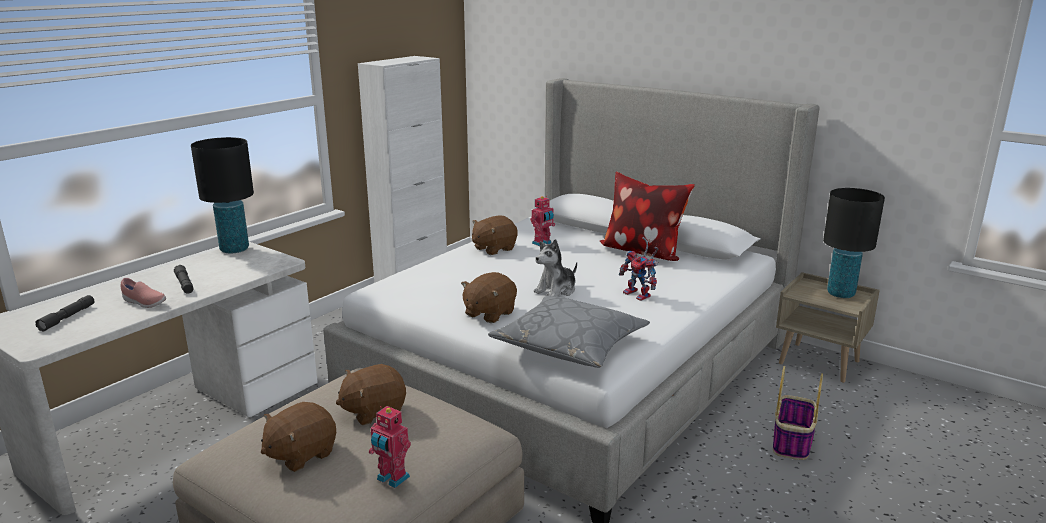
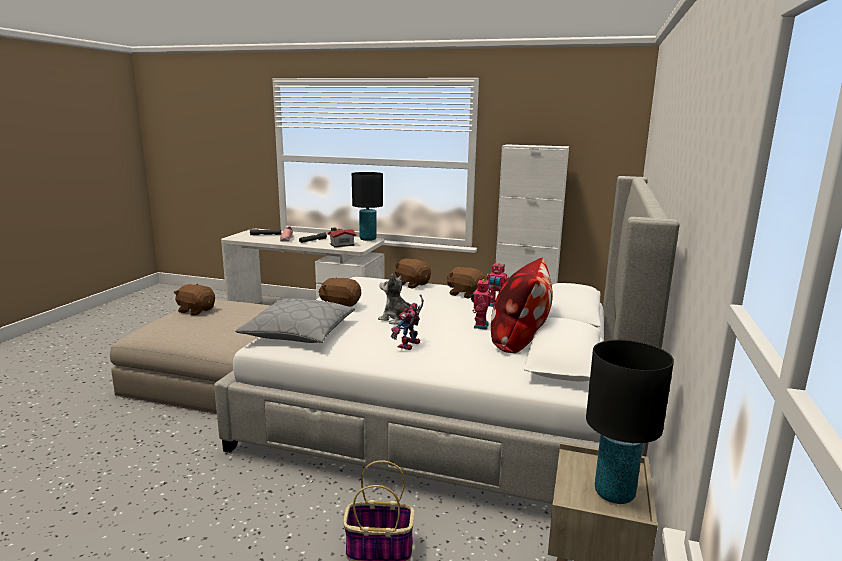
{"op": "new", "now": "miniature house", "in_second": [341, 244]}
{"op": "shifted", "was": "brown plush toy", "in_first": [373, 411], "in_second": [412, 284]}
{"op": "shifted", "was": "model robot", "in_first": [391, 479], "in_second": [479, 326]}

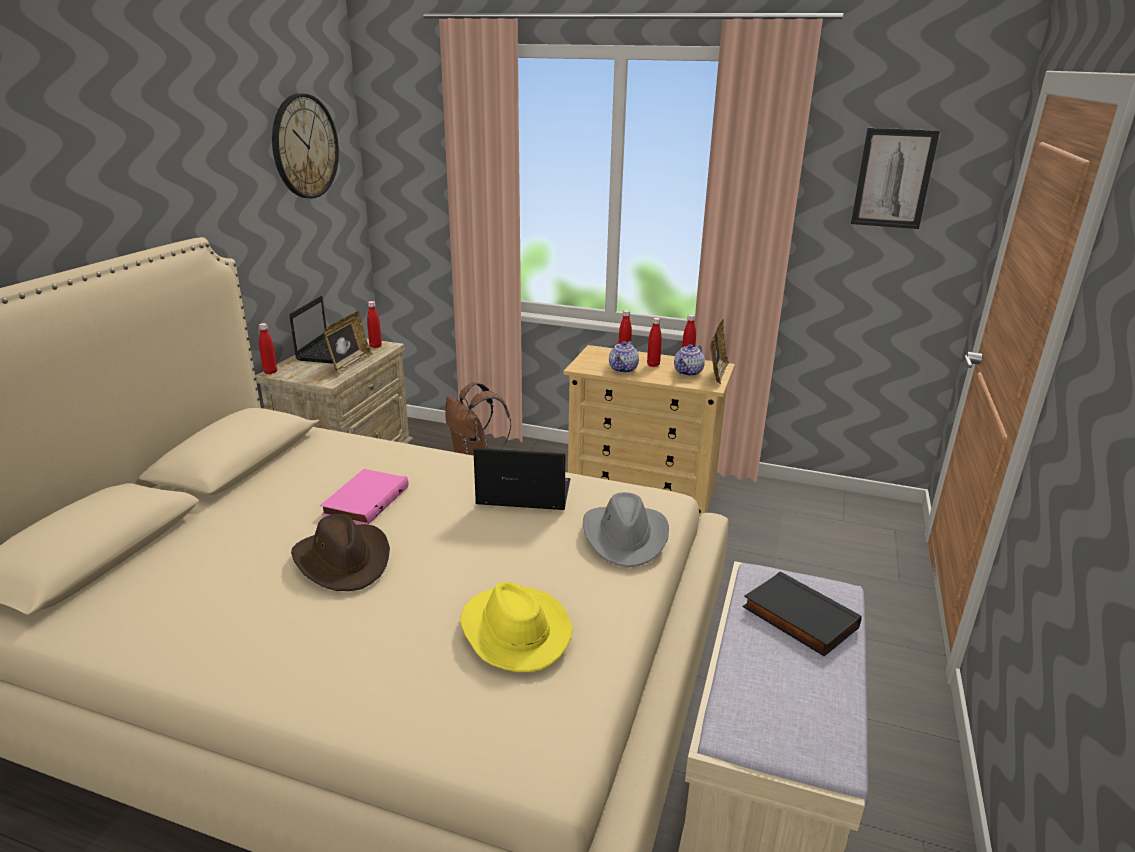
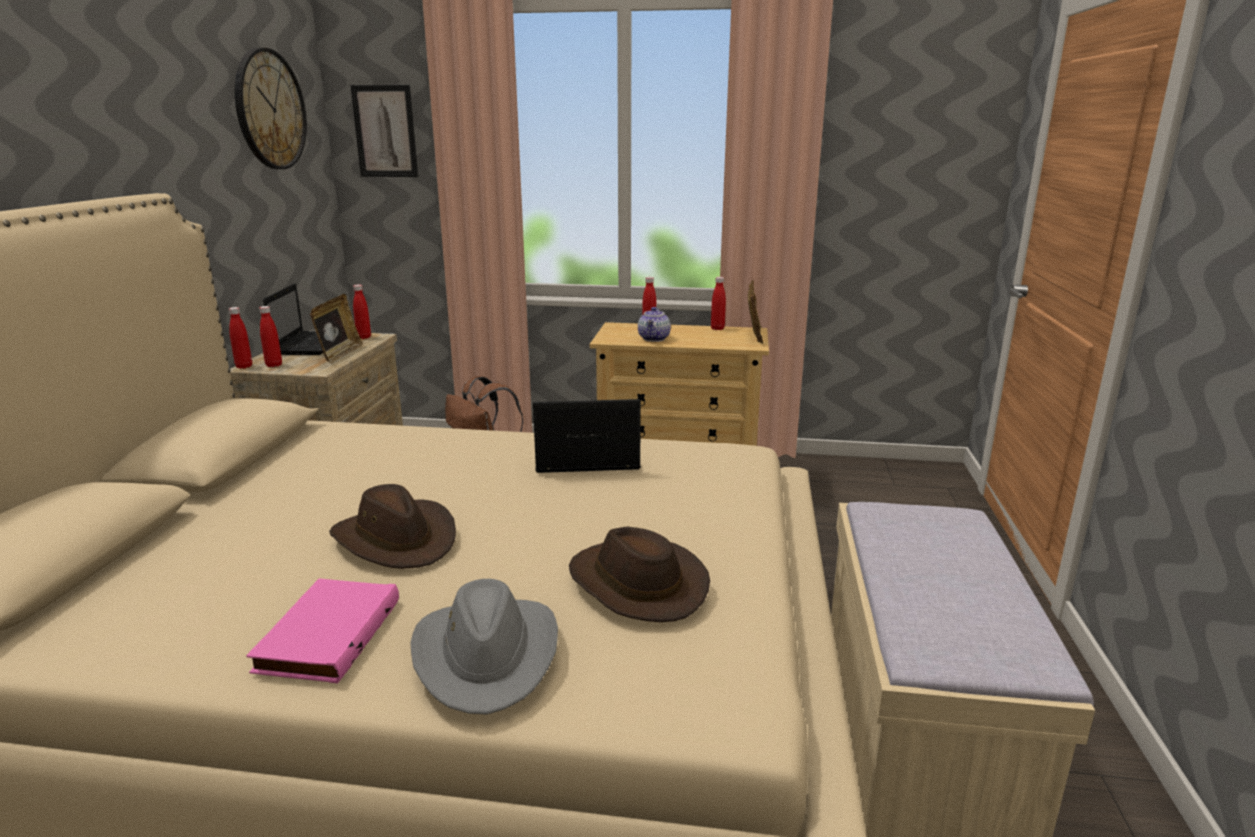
{"op": "shifted", "was": "pink-coloured book", "in_first": [364, 500], "in_second": [326, 634]}
{"op": "shifted", "was": "reddish bottle", "in_first": [653, 365], "in_second": [274, 365]}
{"op": "shifted", "was": "picture", "in_first": [893, 178], "in_second": [385, 131]}
{"op": "shifted", "was": "greyish clothing hat", "in_first": [625, 537], "in_second": [487, 655]}
{"op": "repainted", "was": "yellowish clothing hat", "now": "brown clothing hat", "in_first": [513, 631], "in_second": [635, 584]}
{"op": "gone", "was": "teapot", "in_first": [688, 373]}
{"op": "gone", "was": "black-coloured book", "in_first": [797, 618]}

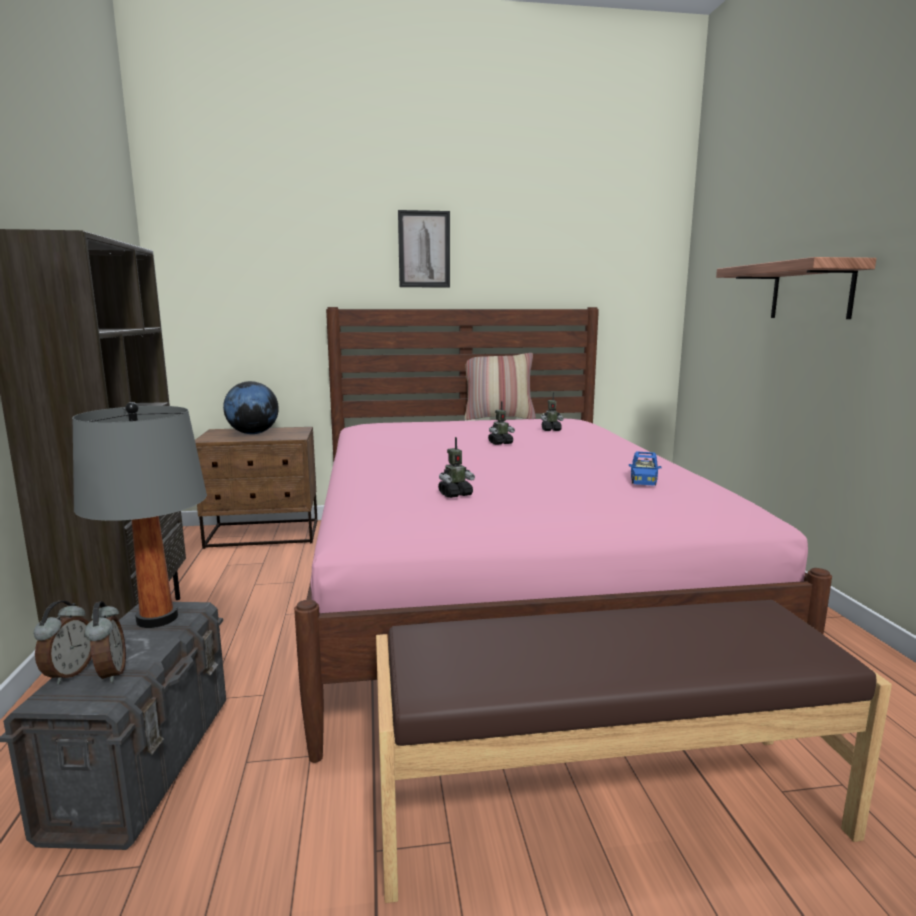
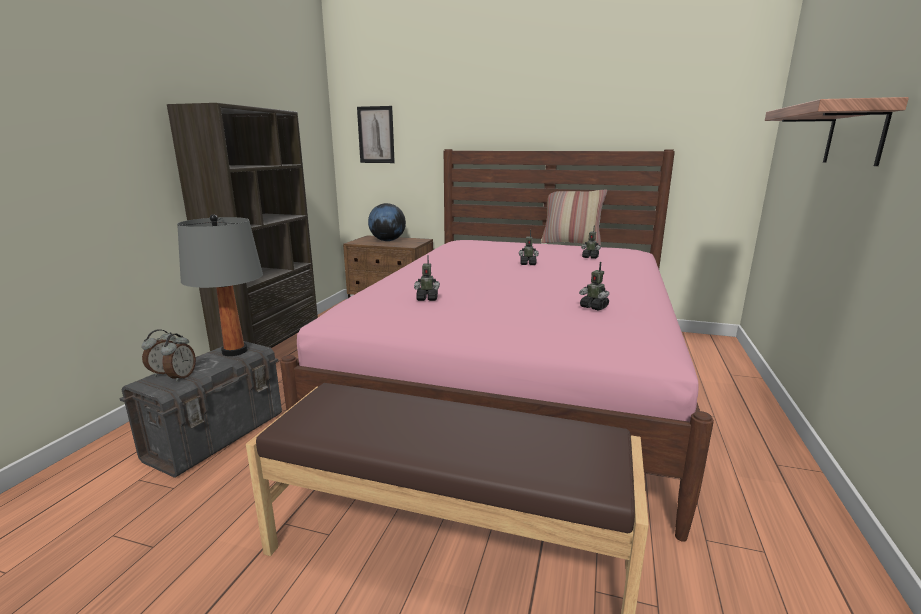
{"op": "shifted", "was": "picture", "in_first": [424, 249], "in_second": [376, 135]}
{"op": "swapped", "was": "blue-coloured toy car", "now": "model robot", "in_first": [643, 479], "in_second": [594, 307]}

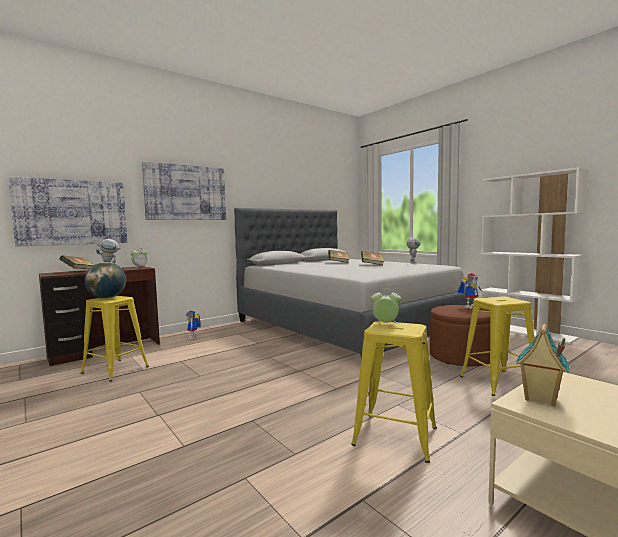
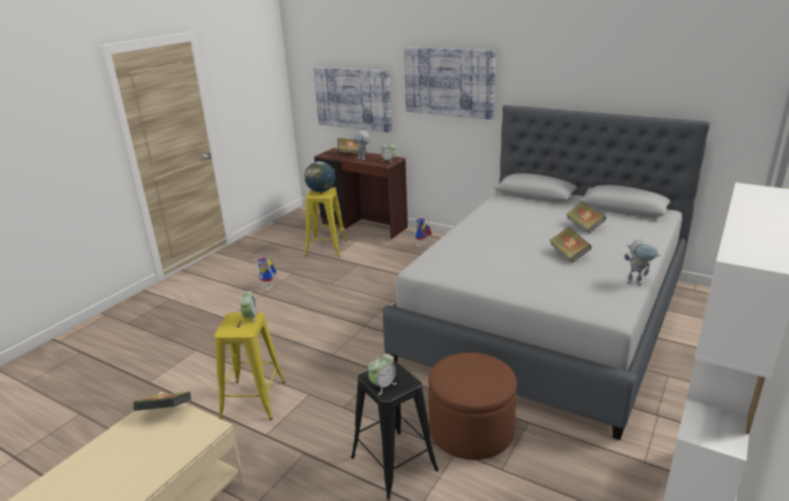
{"op": "swapped", "was": "miniature house", "now": "book", "in_first": [540, 399], "in_second": [165, 412]}
{"op": "shifted", "was": "model robot", "in_first": [470, 306], "in_second": [269, 287]}
{"op": "repainted", "was": "yellowish sitting stool", "now": "black-coloured sitting stool", "in_first": [498, 382], "in_second": [394, 463]}
{"op": "new", "now": "alarm clock", "in_second": [383, 386]}

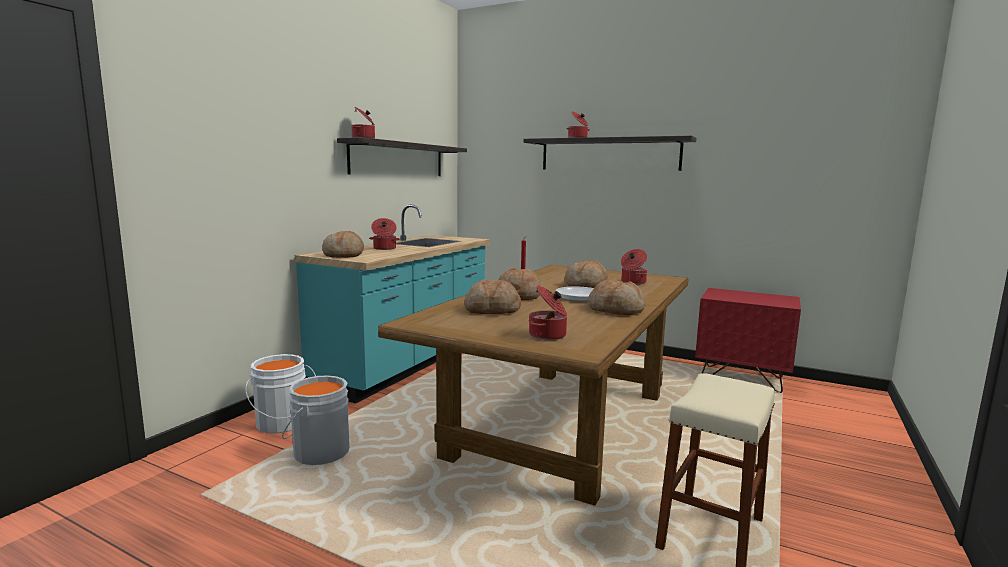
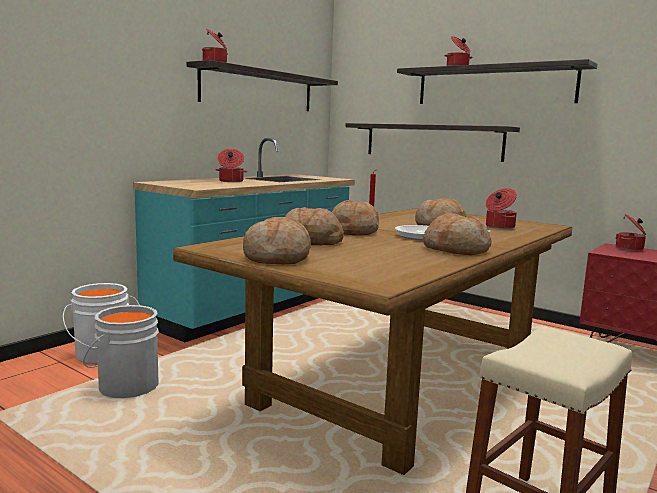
{"op": "shifted", "was": "baked bread", "in_first": [344, 255], "in_second": [278, 258]}
{"op": "new", "now": "bracket shelf", "in_second": [432, 141]}
{"op": "shifted", "was": "cooking pot", "in_first": [548, 335], "in_second": [630, 248]}

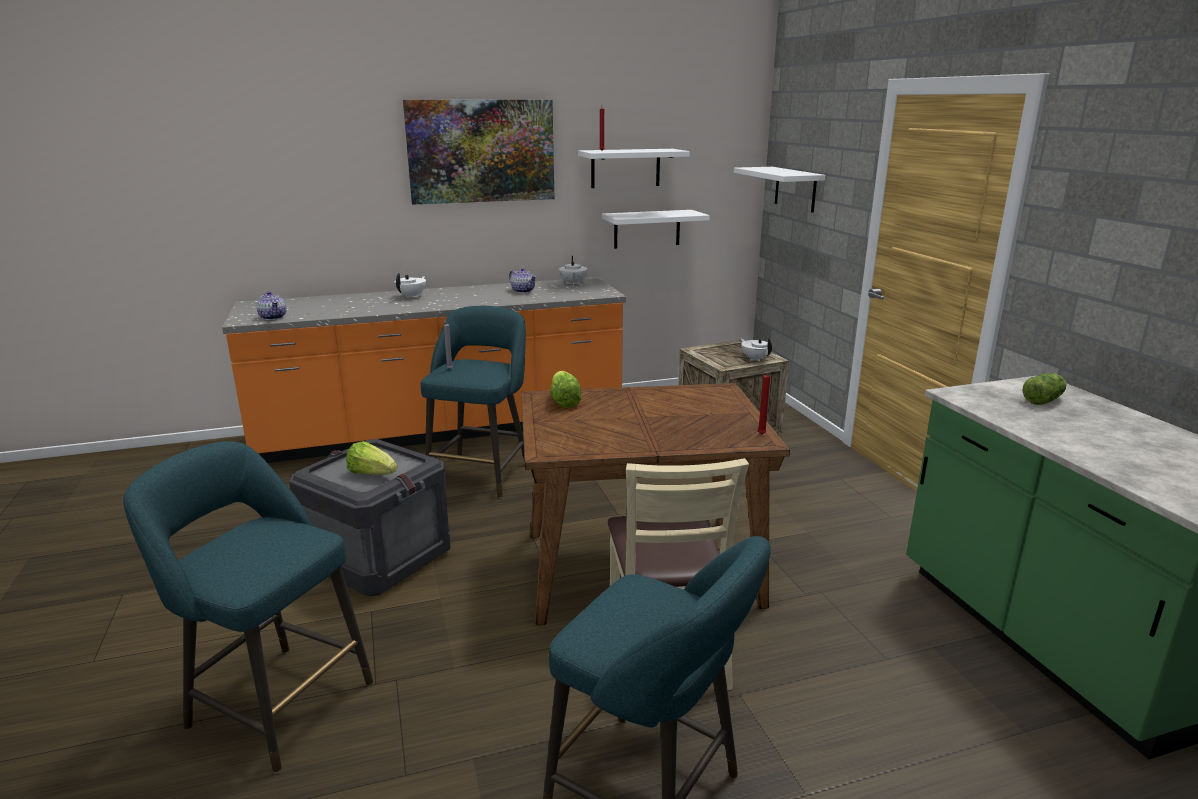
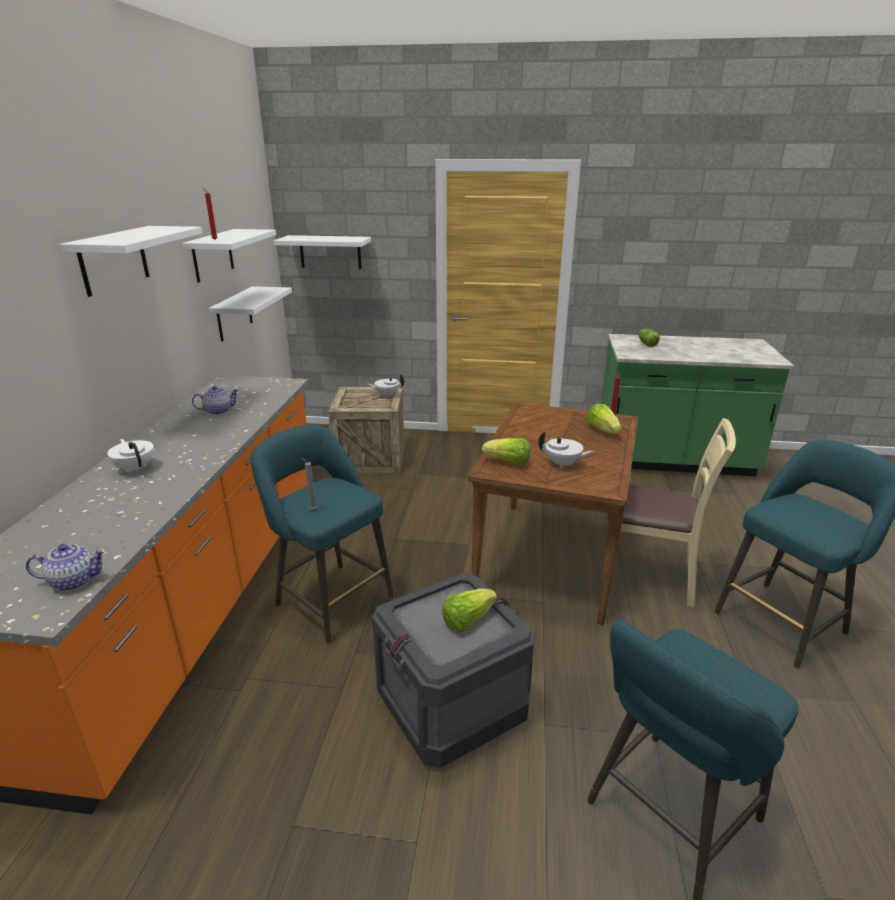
{"op": "swapped", "was": "picture", "now": "white bracket shelf", "in_first": [481, 151], "in_second": [114, 260]}
{"op": "shifted", "was": "white teapot", "in_first": [572, 283], "in_second": [563, 464]}
{"op": "new", "now": "lettuce head", "in_second": [603, 430]}

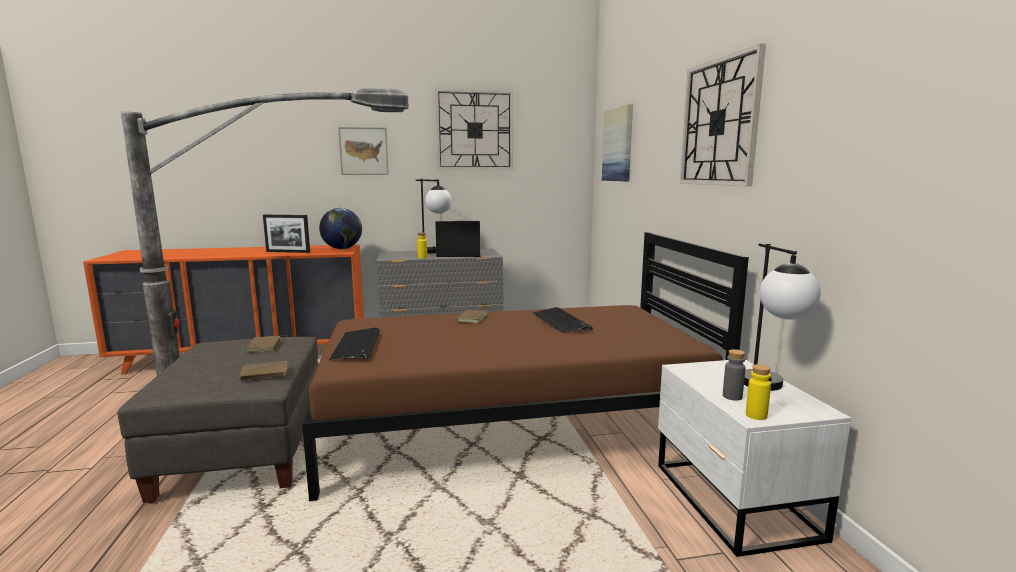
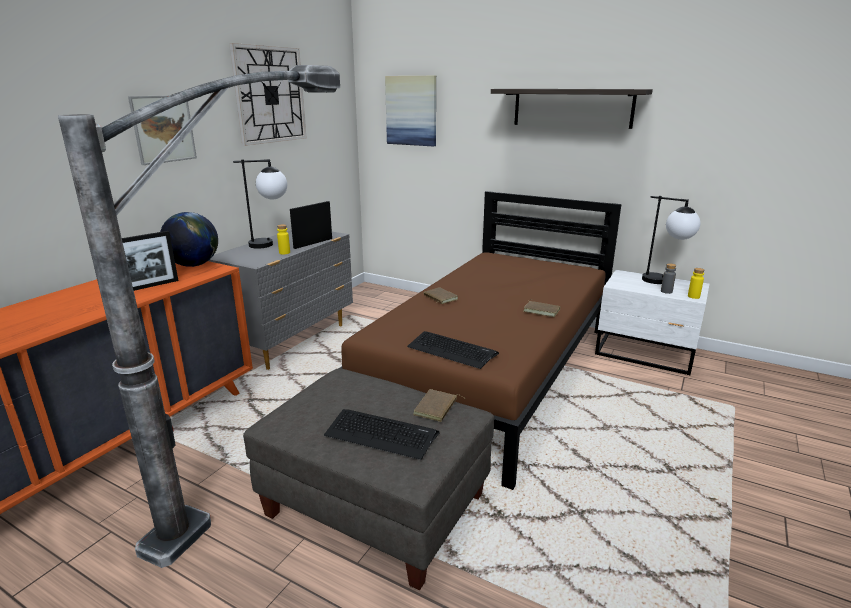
{"op": "shifted", "was": "computer keyboard", "in_first": [561, 321], "in_second": [381, 434]}
{"op": "swapped", "was": "wall clock", "now": "bracket shelf", "in_first": [719, 123], "in_second": [572, 107]}
{"op": "shifted", "was": "brown book", "in_first": [266, 346], "in_second": [542, 310]}

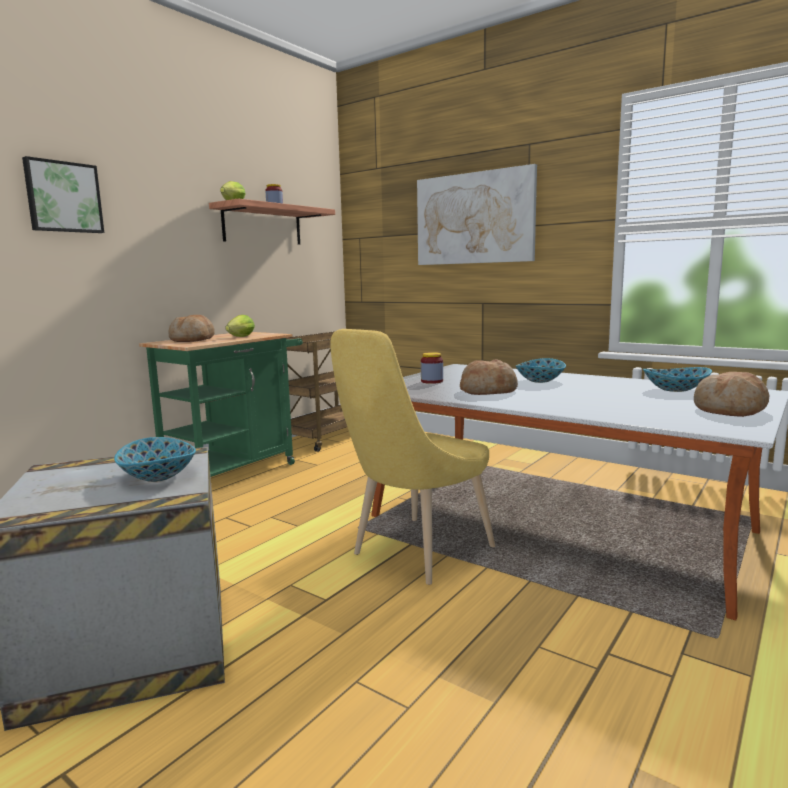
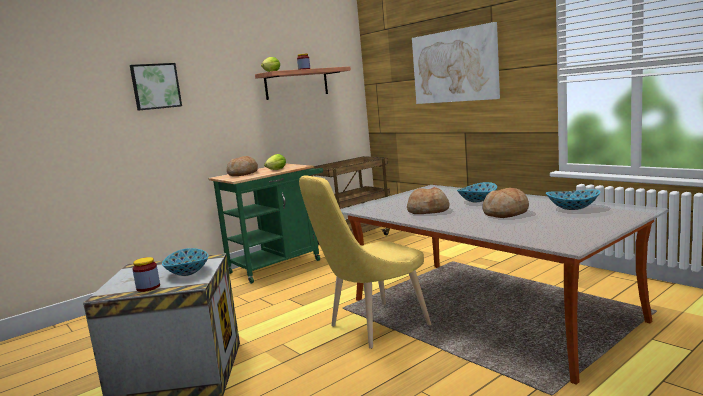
{"op": "shifted", "was": "jar", "in_first": [432, 381], "in_second": [148, 287]}
{"op": "shifted", "was": "baked bread", "in_first": [730, 410], "in_second": [506, 213]}

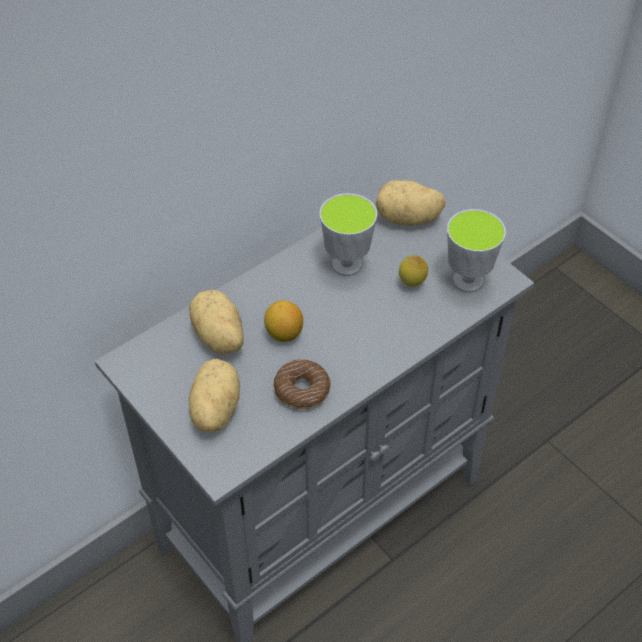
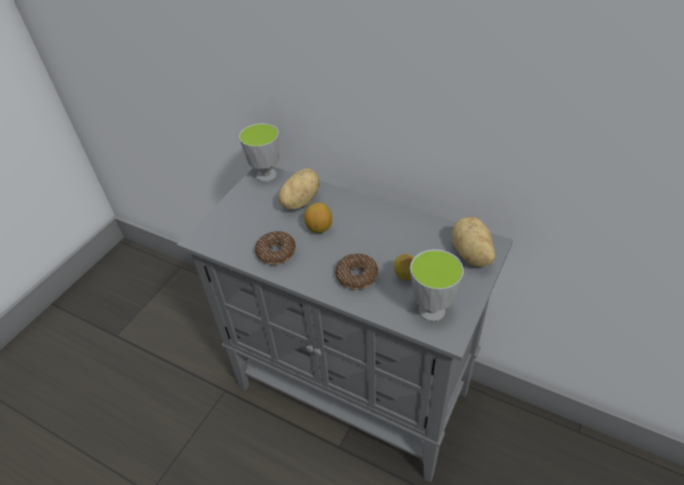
{"op": "shifted", "was": "cup", "in_first": [346, 265], "in_second": [266, 175]}
{"op": "new", "now": "ring doughnut", "in_second": [356, 276]}
{"op": "gone", "was": "whole potato", "in_first": [213, 410]}

